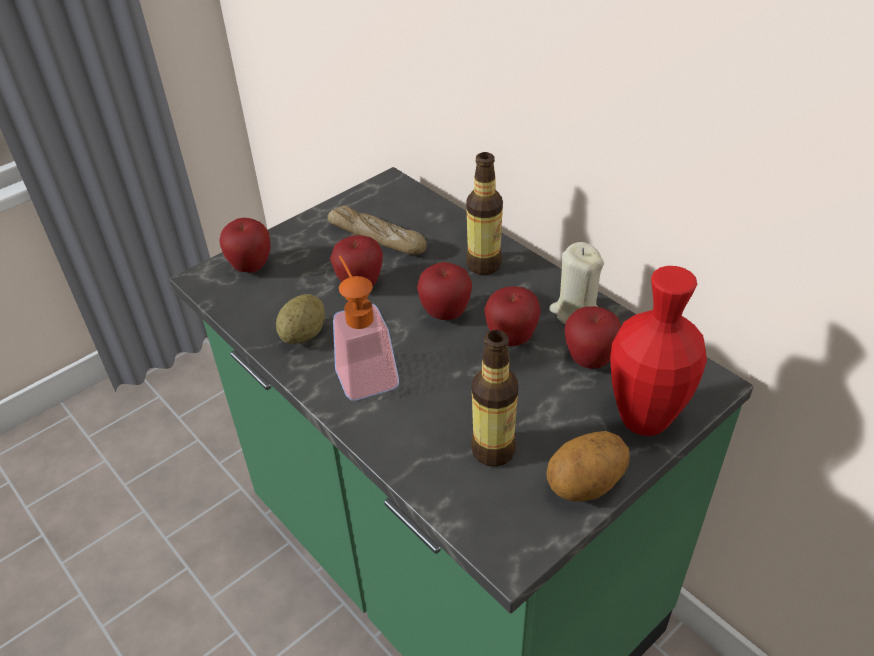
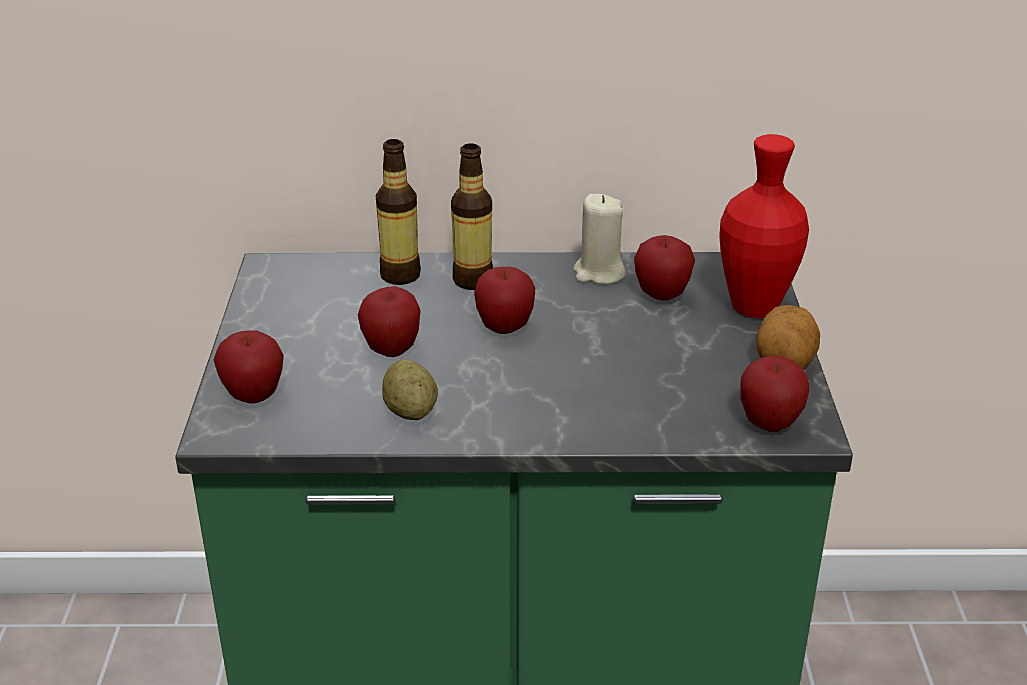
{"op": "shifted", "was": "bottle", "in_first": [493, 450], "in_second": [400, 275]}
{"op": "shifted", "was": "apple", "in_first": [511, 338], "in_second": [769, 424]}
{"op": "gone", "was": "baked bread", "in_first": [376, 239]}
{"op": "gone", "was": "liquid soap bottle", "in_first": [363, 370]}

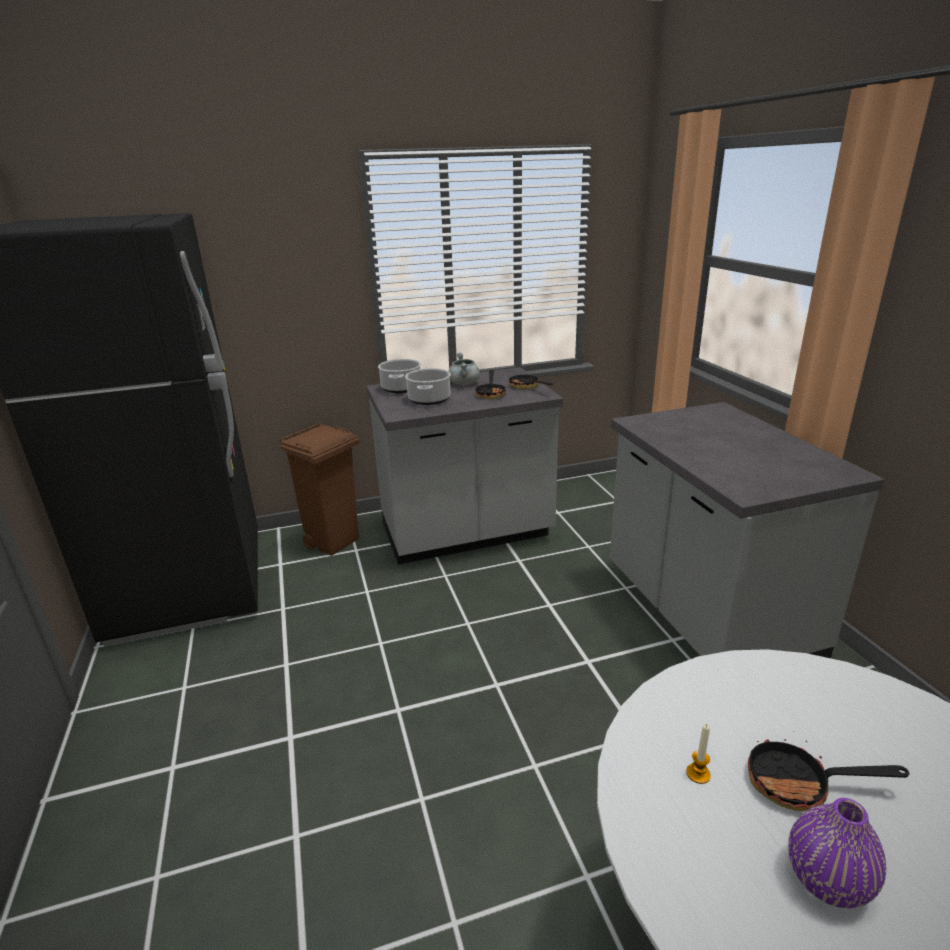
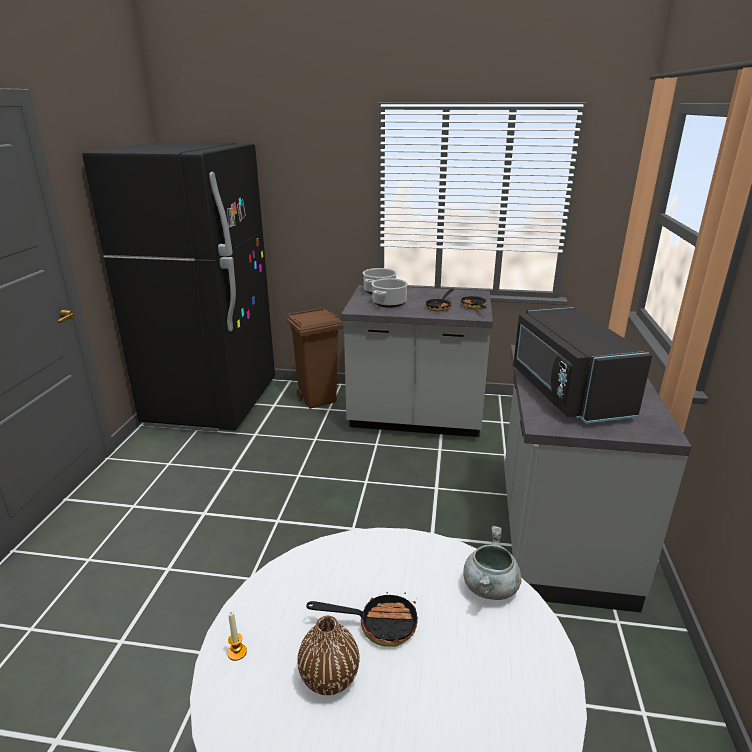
{"op": "shifted", "was": "wax candle", "in_first": [698, 774], "in_second": [237, 652]}
{"op": "repainted", "was": "purple vase", "now": "brown vase", "in_first": [827, 880], "in_second": [329, 678]}
{"op": "rotated", "was": "frying pan", "in_first": [799, 784], "in_second": [378, 624], "clockwise": 150}
{"op": "shifted", "was": "greyish cooking pot", "in_first": [464, 383], "in_second": [490, 588]}
{"op": "new", "now": "black-coloured kitchen microwave", "in_second": [566, 392]}

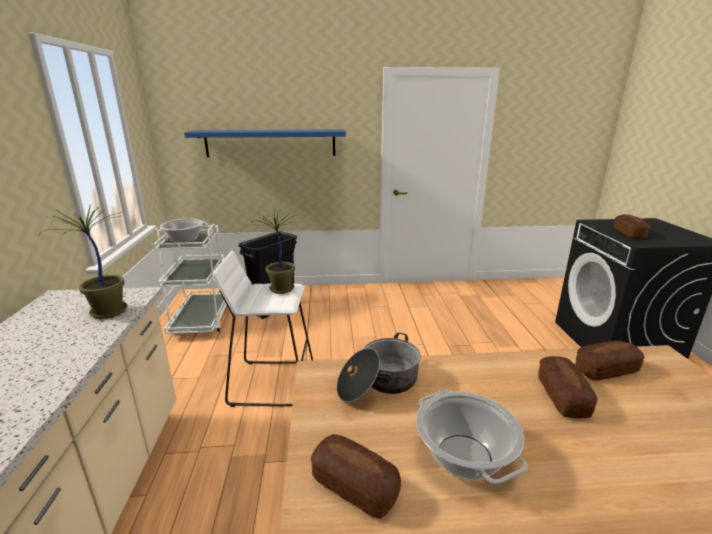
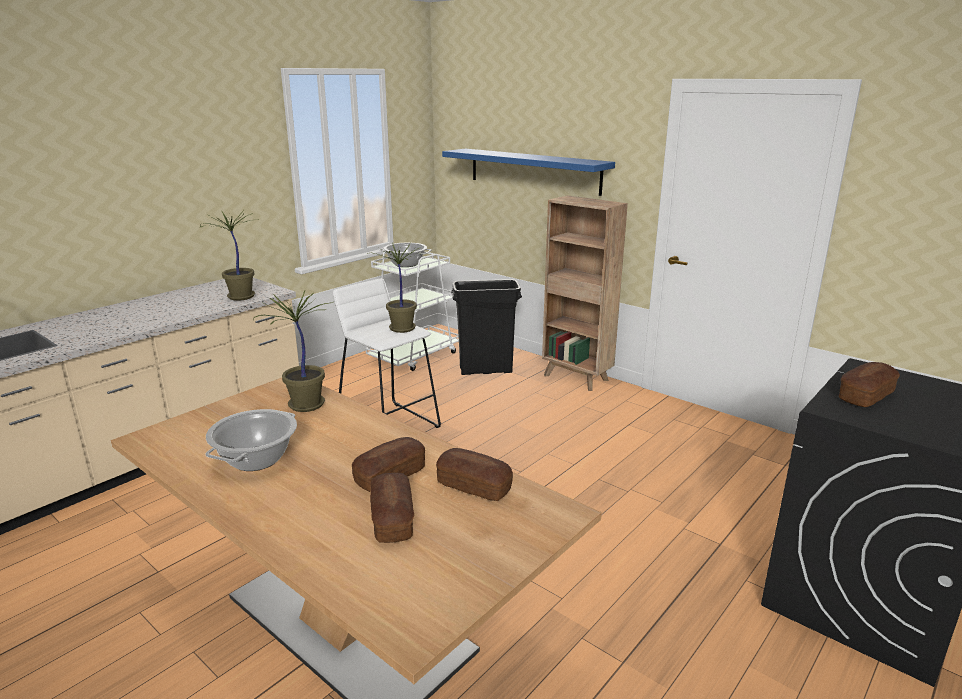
{"op": "swapped", "was": "cooking pot", "now": "houseplant", "in_first": [378, 383], "in_second": [305, 405]}
{"op": "shifted", "was": "baked bread", "in_first": [354, 486], "in_second": [392, 519]}
{"op": "new", "now": "brown bookcase", "in_second": [577, 378]}

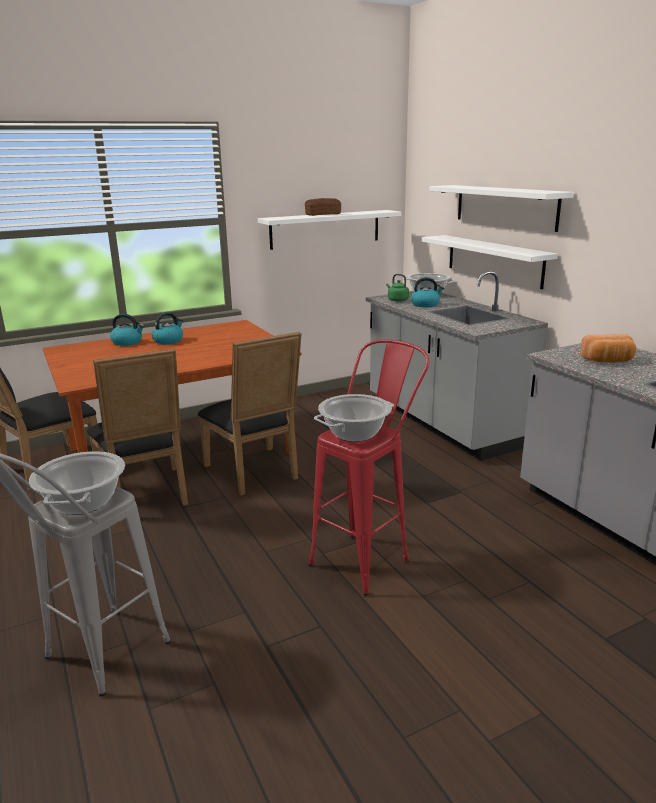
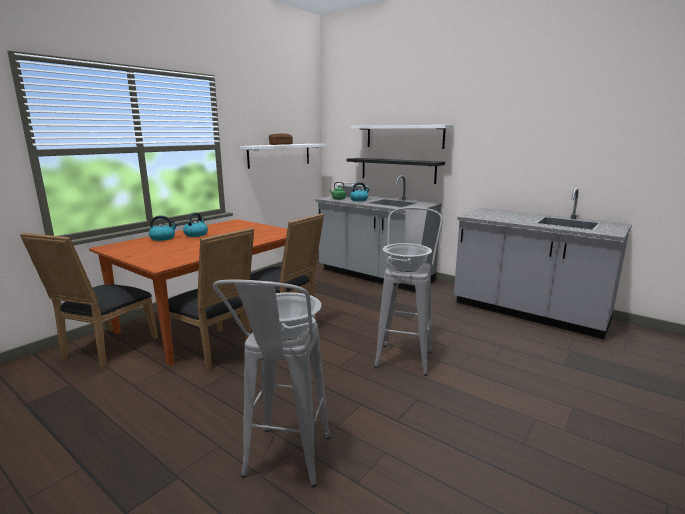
{"op": "repainted", "was": "white bracket shelf", "now": "black-coloured bracket shelf", "in_first": [494, 260], "in_second": [397, 170]}
{"op": "repainted", "was": "reddish sitting stool", "now": "greyish sitting stool", "in_first": [368, 556], "in_second": [405, 354]}
{"op": "gone", "was": "baked bread", "in_first": [608, 361]}

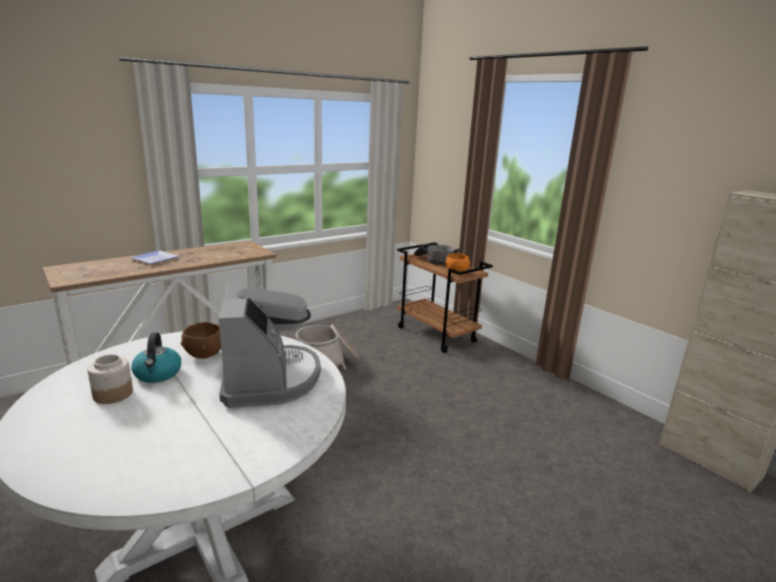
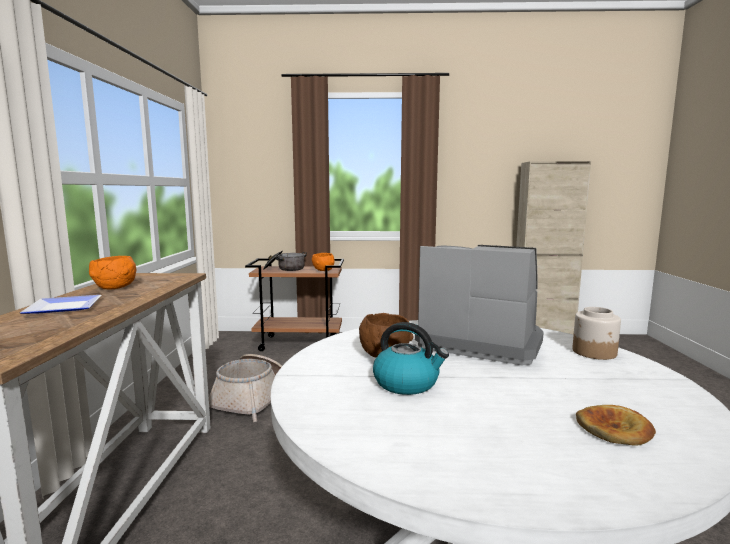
{"op": "new", "now": "orange-coloured serving bowl", "in_second": [115, 288]}
{"op": "shifted", "was": "jar", "in_first": [112, 394], "in_second": [594, 352]}
{"op": "new", "now": "baked bread", "in_second": [614, 430]}

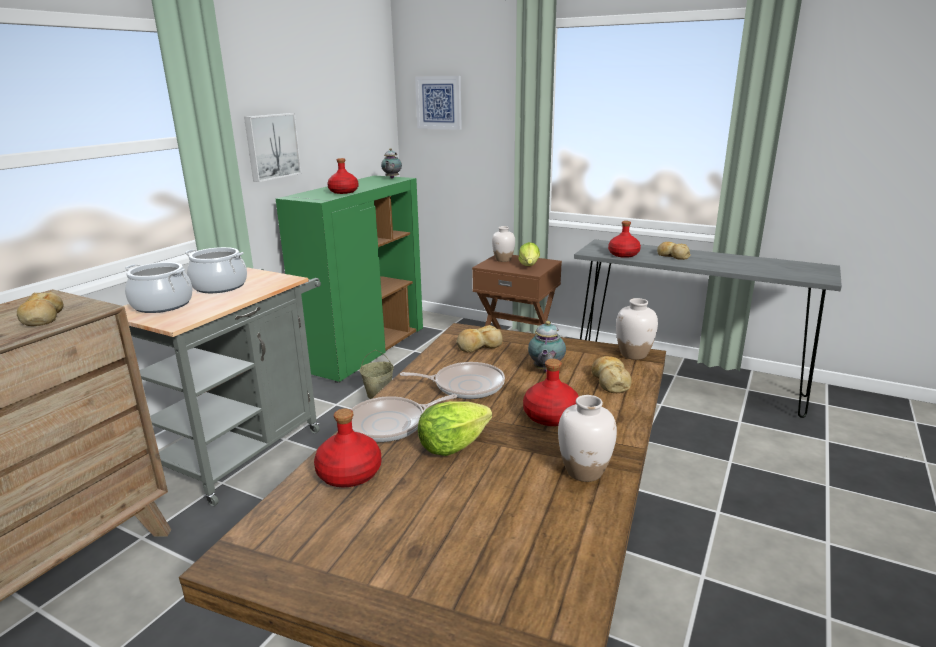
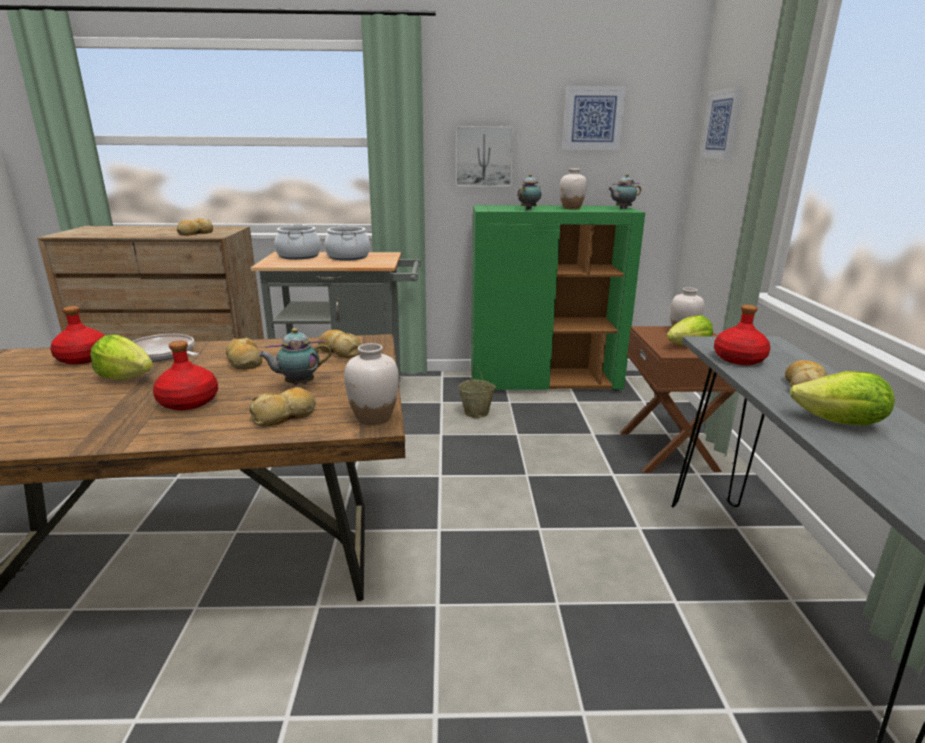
{"op": "swapped", "was": "frying pan", "now": "baked bread", "in_first": [465, 386], "in_second": [244, 362]}
{"op": "swapped", "was": "reddish bottle", "now": "teapot", "in_first": [344, 192], "in_second": [529, 209]}
{"op": "shifted", "was": "white vase", "in_first": [584, 471], "in_second": [571, 208]}
{"op": "new", "now": "picture", "in_second": [593, 118]}
{"op": "new", "now": "lettuce head", "in_second": [840, 423]}

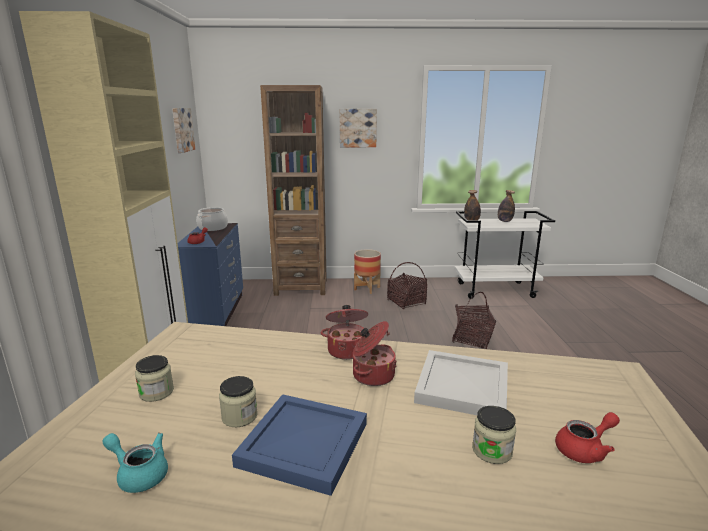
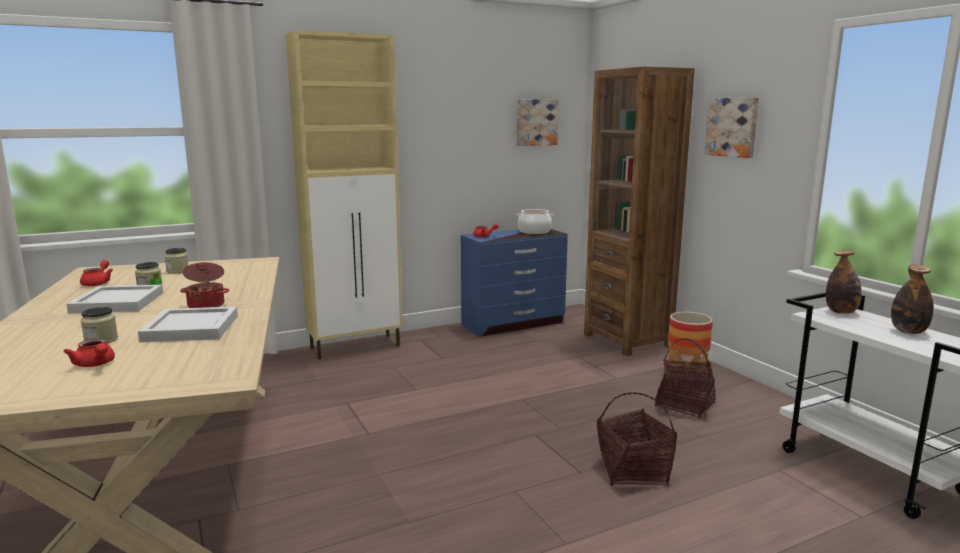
{"op": "repainted", "was": "blue-coloured carrying tray", "now": "white carrying tray", "in_first": [303, 443], "in_second": [119, 302]}
{"op": "repainted", "was": "turquoise-coloured teapot", "now": "reddish teapot", "in_first": [139, 473], "in_second": [98, 283]}
{"op": "gone", "was": "cooking pot", "in_first": [347, 350]}

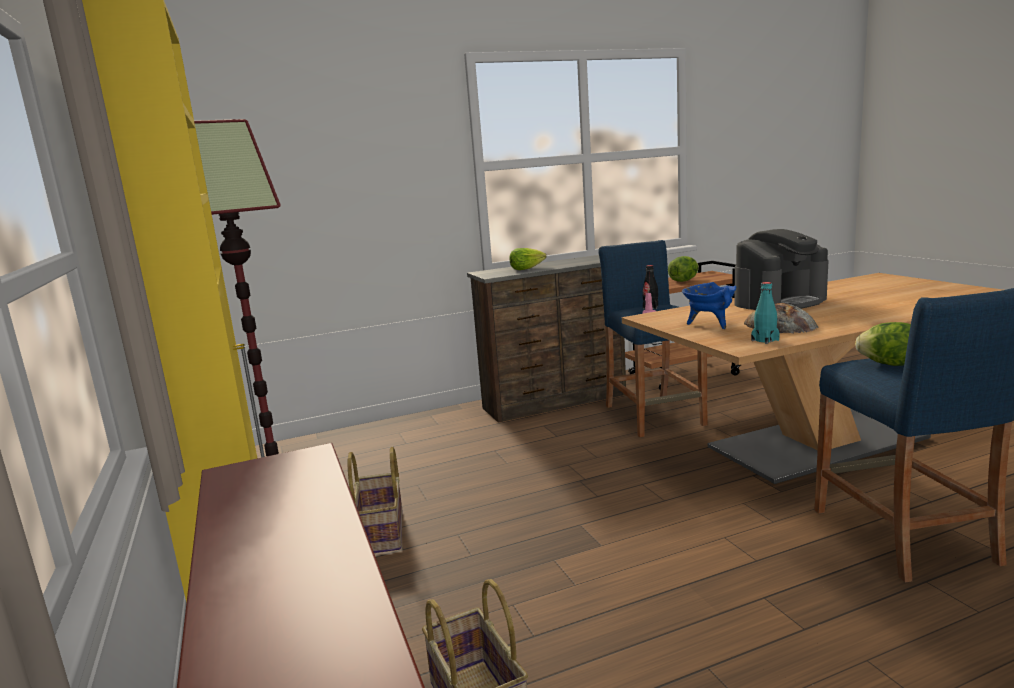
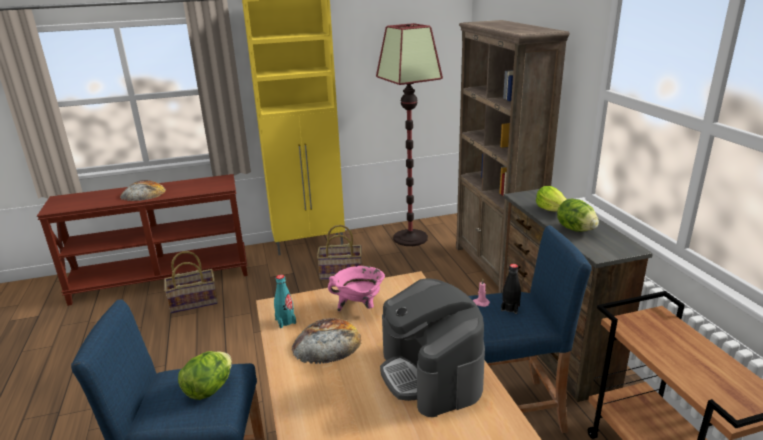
{"op": "new", "now": "baked bread", "in_second": [143, 193]}
{"op": "repainted", "was": "blue-coloured cooking pot", "now": "pink-coloured cooking pot", "in_first": [709, 324], "in_second": [359, 307]}
{"op": "new", "now": "brown bookcase", "in_second": [495, 268]}
{"op": "shifted", "was": "lettuce head", "in_first": [684, 281], "in_second": [575, 229]}

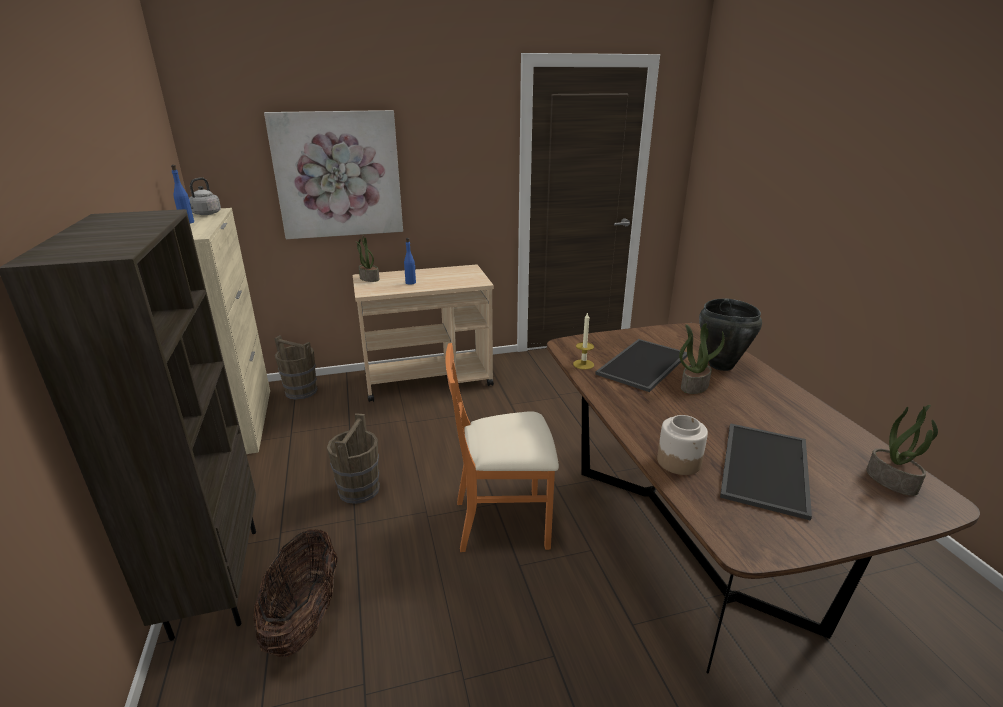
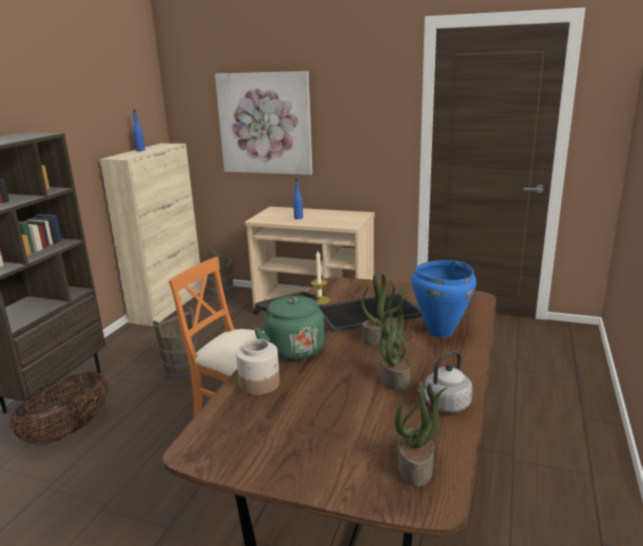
{"op": "new", "now": "green tea kettle", "in_second": [292, 348]}
{"op": "shifted", "was": "houseplant", "in_first": [369, 278], "in_second": [393, 380]}
{"op": "repainted", "was": "black-coloured cooking pot", "now": "blue-coloured cooking pot", "in_first": [720, 365], "in_second": [440, 331]}
{"op": "shifted", "was": "greyish tea kettle", "in_first": [205, 214], "in_second": [445, 405]}
{"op": "gone", "was": "carrying tray", "in_first": [762, 466]}

